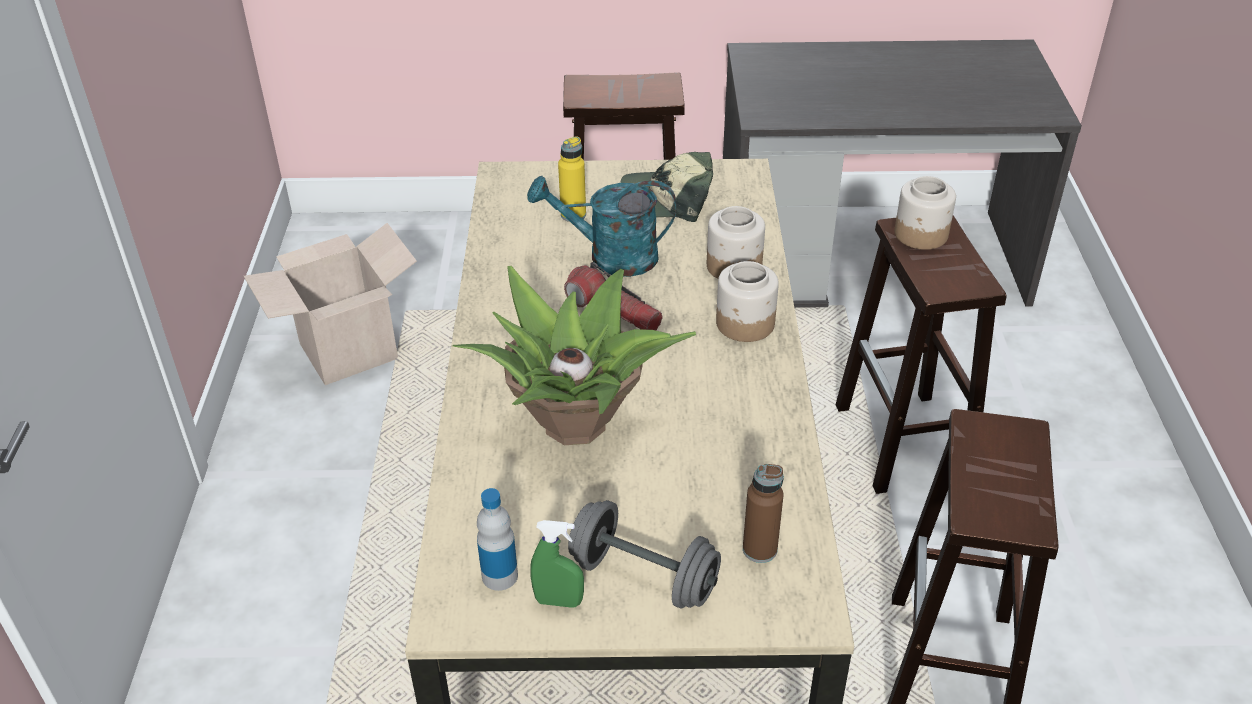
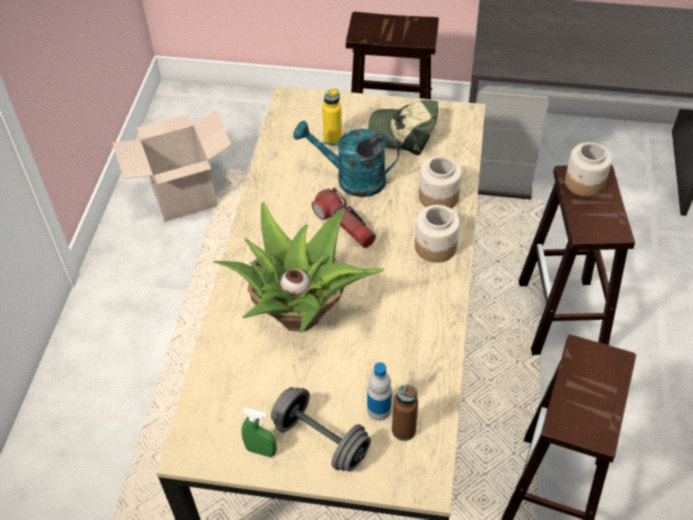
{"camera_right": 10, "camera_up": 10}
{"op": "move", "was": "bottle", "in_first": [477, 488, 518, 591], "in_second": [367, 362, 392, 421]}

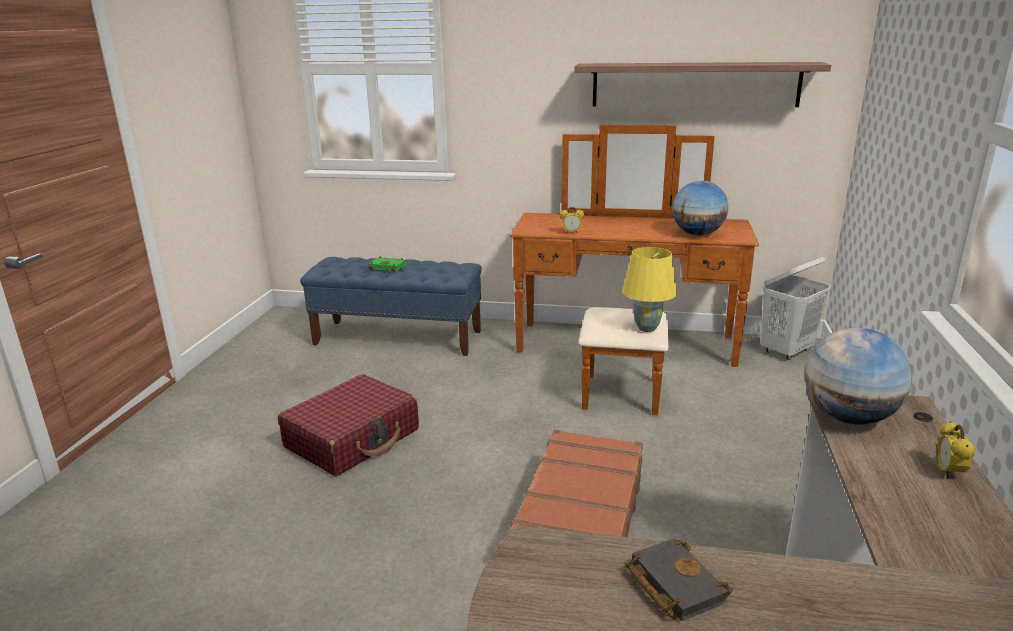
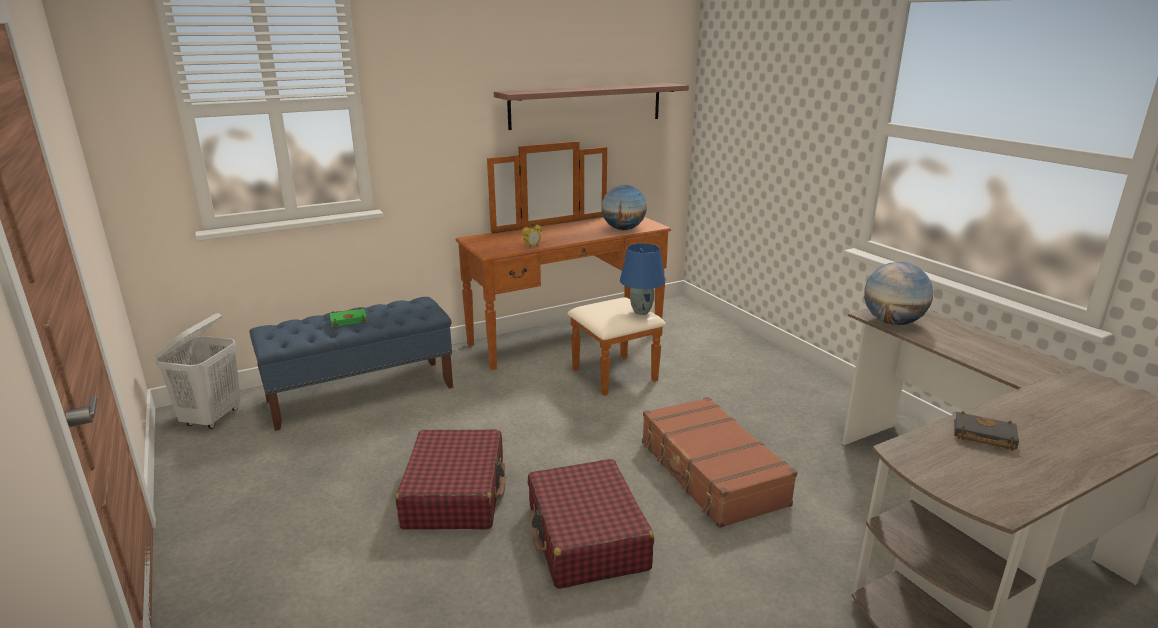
{"camera_right": -40, "camera_up": 0}
{"op": "delete", "was": "alarm clock", "in_first": [937, 422, 975, 478]}
{"op": "insert", "now": "suitcase (red)", "in_second": [528, 459, 654, 589]}
{"op": "move", "was": "laundry basket (white)", "in_first": [761, 257, 830, 360], "in_second": [155, 313, 241, 429]}
{"op": "recolor", "was": "table lamp (yellow)", "now": "table lamp (blue)", "in_first": [622, 247, 677, 332], "in_second": [620, 243, 665, 315]}

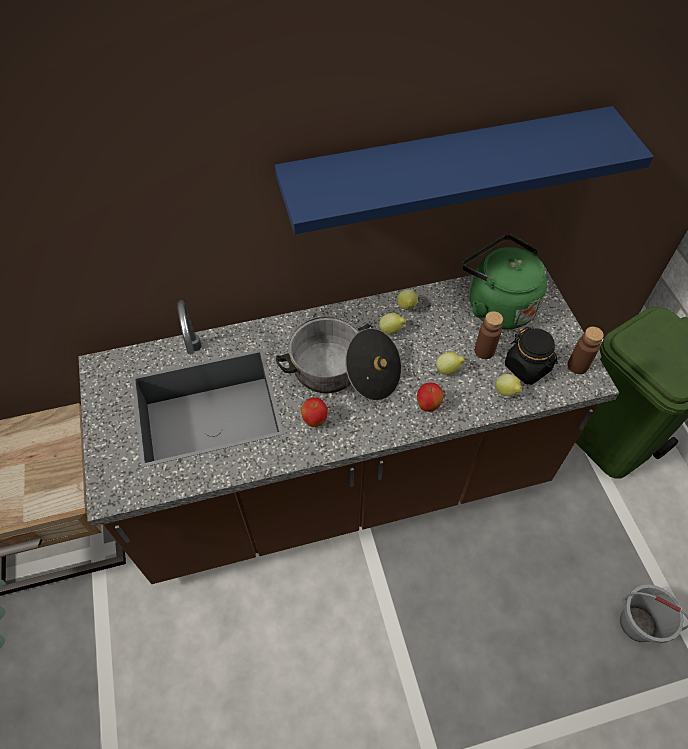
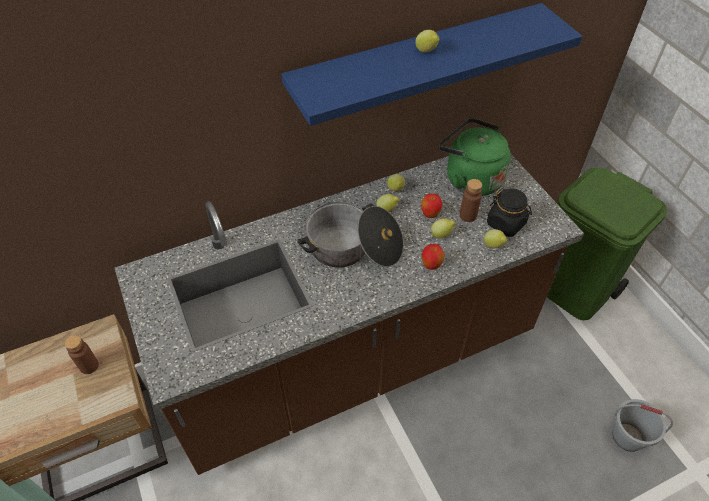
{"camera_right": -10, "camera_up": -5}
{"op": "insert", "now": "lemon", "in_second": [415, 30, 439, 53]}
{"op": "move", "was": "apple", "in_first": [301, 397, 328, 427], "in_second": [421, 193, 443, 218]}
{"op": "move", "was": "bottle (brown)", "in_first": [568, 327, 604, 374], "in_second": [65, 335, 99, 374]}

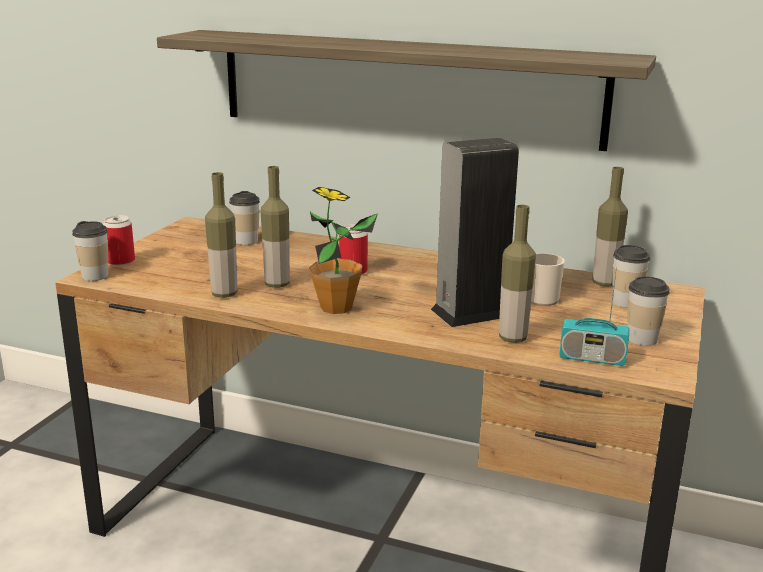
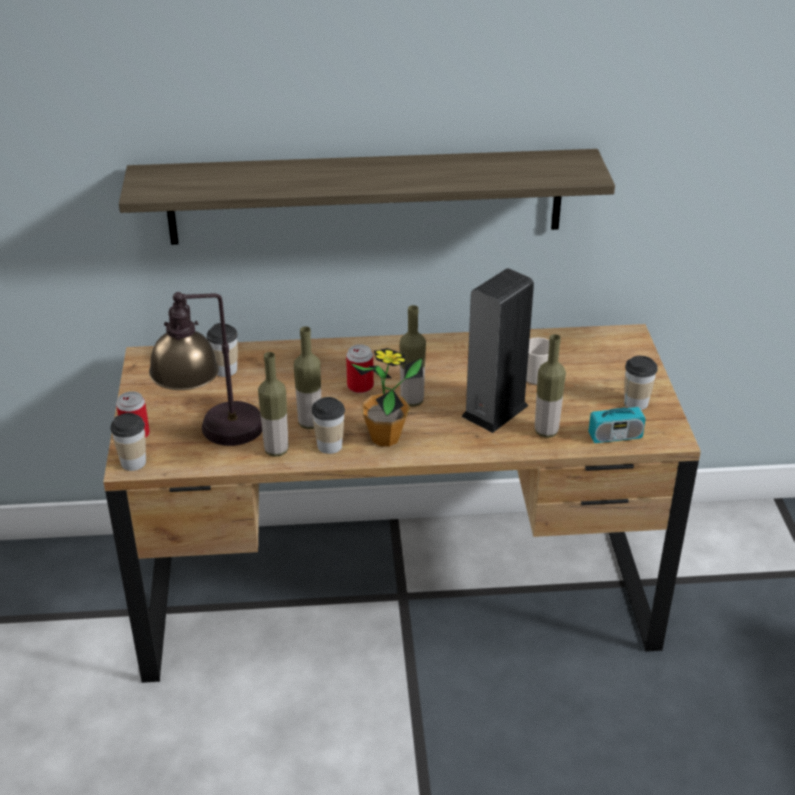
{"camera_right": -25, "camera_up": 15}
{"op": "insert", "now": "table lamp", "in_second": [149, 292, 262, 446]}
{"op": "move", "was": "bottle", "in_first": [592, 167, 628, 287], "in_second": [400, 305, 426, 407]}
{"op": "move", "was": "cup", "in_first": [612, 245, 650, 308], "in_second": [312, 397, 345, 454]}

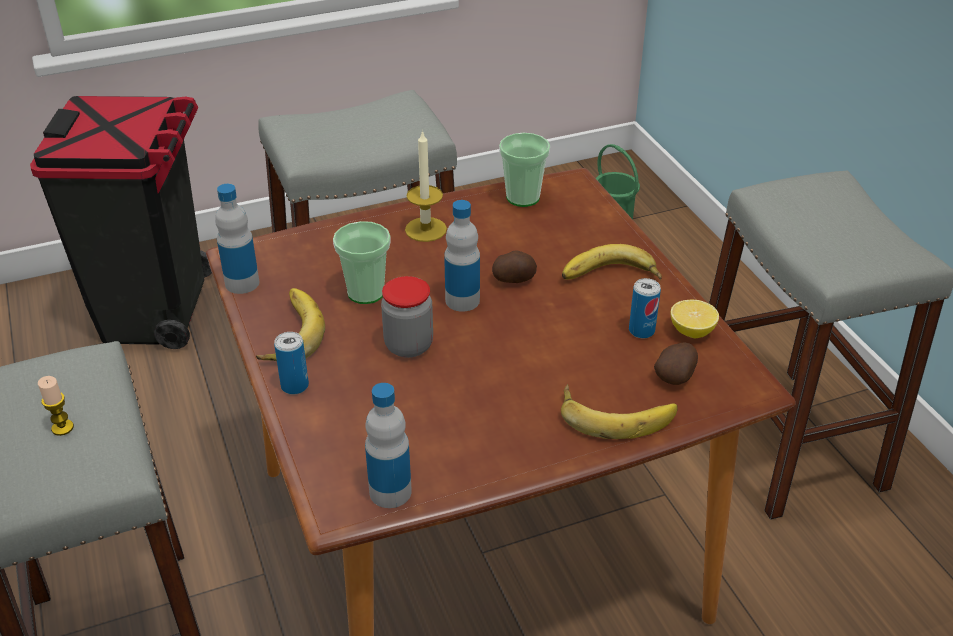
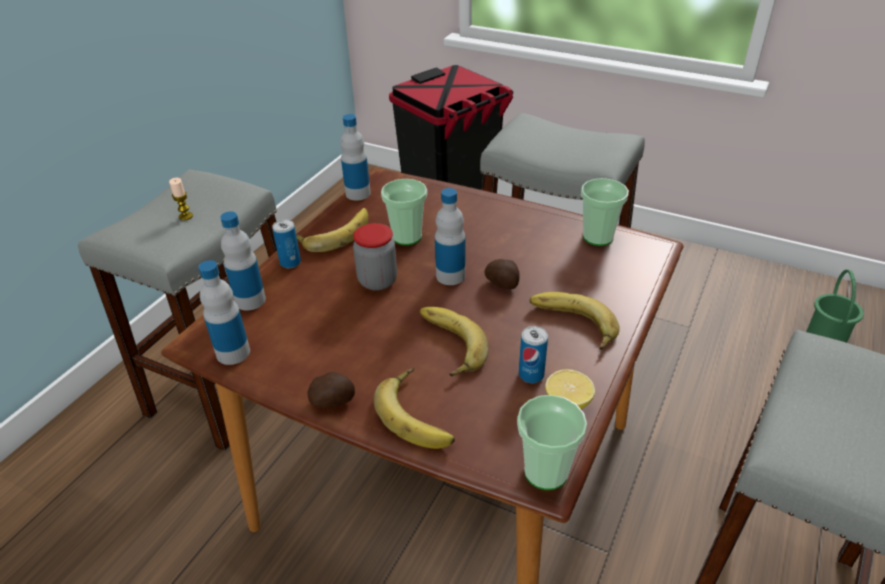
{"camera_right": 50, "camera_up": 0}
{"op": "delete", "was": "candle", "in_first": [405, 130, 447, 242]}
{"op": "insert", "now": "bottle", "in_second": [220, 211, 266, 311]}
{"op": "insert", "now": "banana", "in_second": [420, 307, 489, 376]}
{"op": "insert", "now": "cup", "in_second": [517, 395, 587, 490]}
{"op": "move", "was": "potato", "in_first": [654, 342, 698, 385], "in_second": [308, 372, 355, 408]}

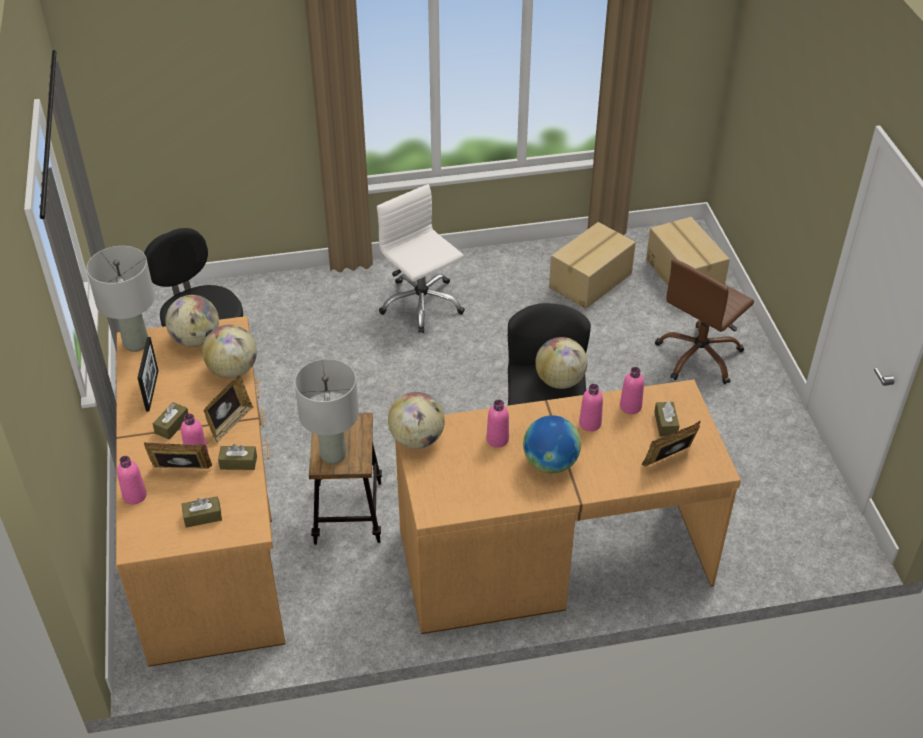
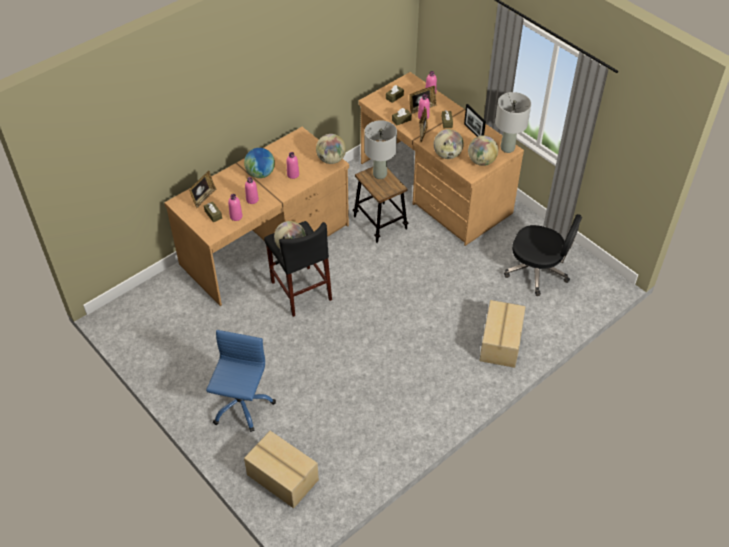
{"camera_right": 150, "camera_up": 5}
{"op": "delete", "was": "office chair (white)", "in_first": [377, 184, 465, 333]}
{"op": "move", "was": "cardboard box", "in_first": [549, 222, 636, 309], "in_second": [479, 300, 526, 368]}
{"op": "recolor", "was": "office chair (brown)", "now": "office chair (blue)", "in_first": [655, 259, 754, 384], "in_second": [206, 330, 276, 432]}

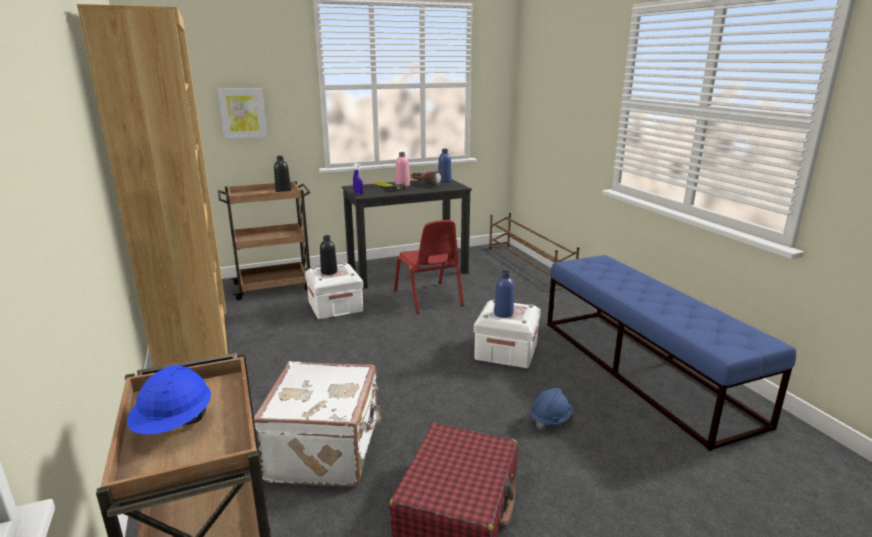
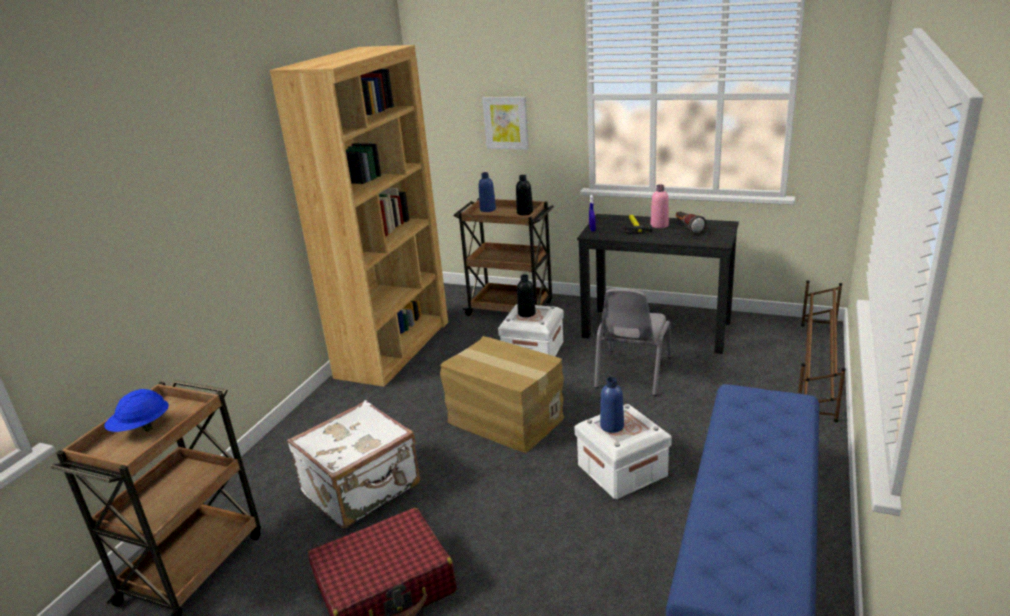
{"camera_right": 45, "camera_up": 5}
{"op": "delete", "was": "hard hat (blue)", "in_first": [530, 388, 574, 430]}
{"op": "insert", "now": "cardboard box", "in_second": [440, 336, 564, 453]}
{"op": "move", "was": "bottle (blue)", "in_first": [438, 149, 452, 183], "in_second": [479, 172, 496, 212]}
{"op": "recolor", "was": "chair (red)", "now": "chair (grey)", "in_first": [394, 220, 464, 314], "in_second": [594, 289, 672, 396]}

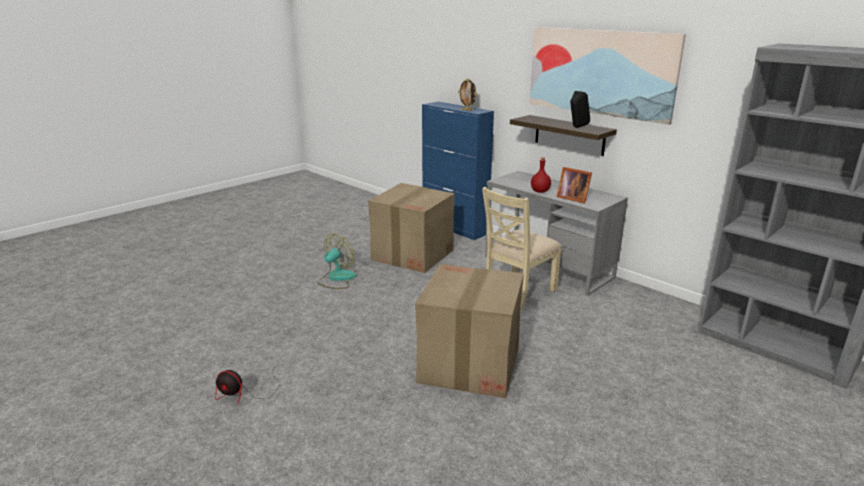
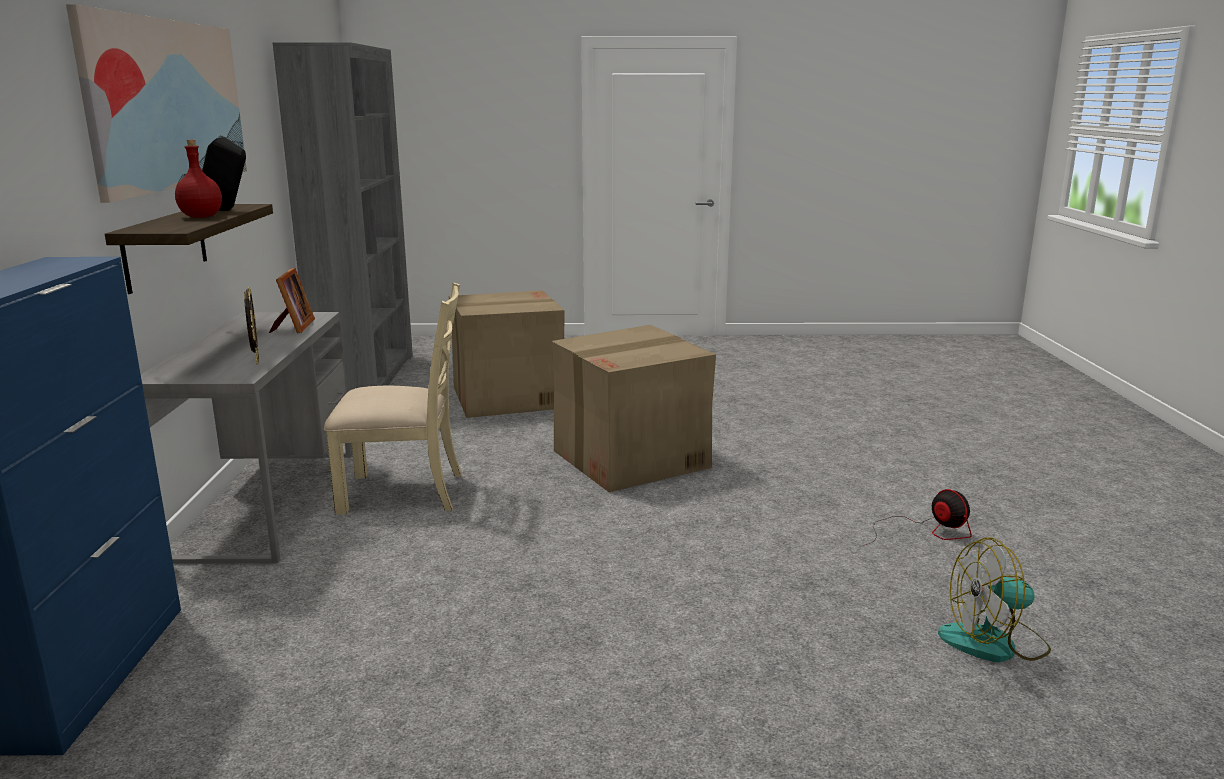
{"camera_right": -135, "camera_up": -5}
{"op": "move", "was": "fan", "in_first": [318, 234, 357, 289], "in_second": [938, 538, 1051, 663]}
{"op": "move", "was": "cardboard box", "in_first": [368, 183, 455, 273], "in_second": [449, 290, 565, 418]}
{"op": "move", "was": "picture frame", "in_first": [458, 78, 477, 111], "in_second": [244, 286, 259, 365]}
{"op": "move", "was": "bottle (red)", "in_first": [531, 157, 551, 193], "in_second": [175, 140, 222, 218]}

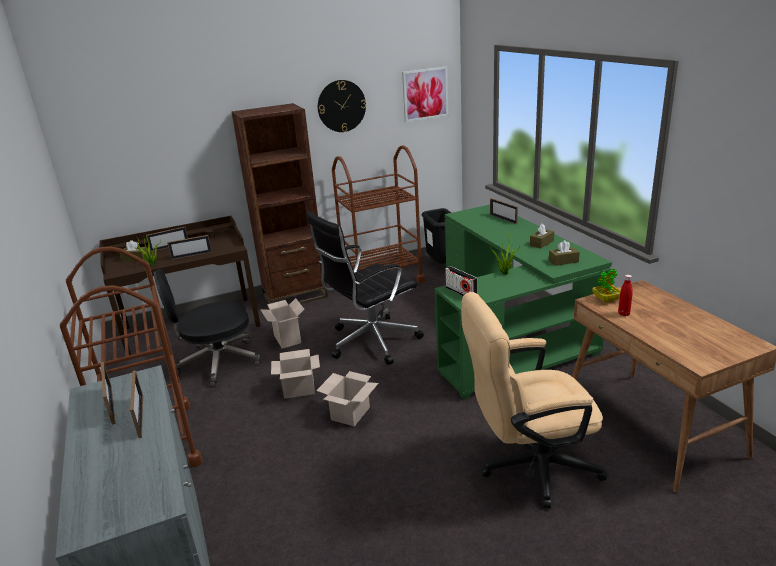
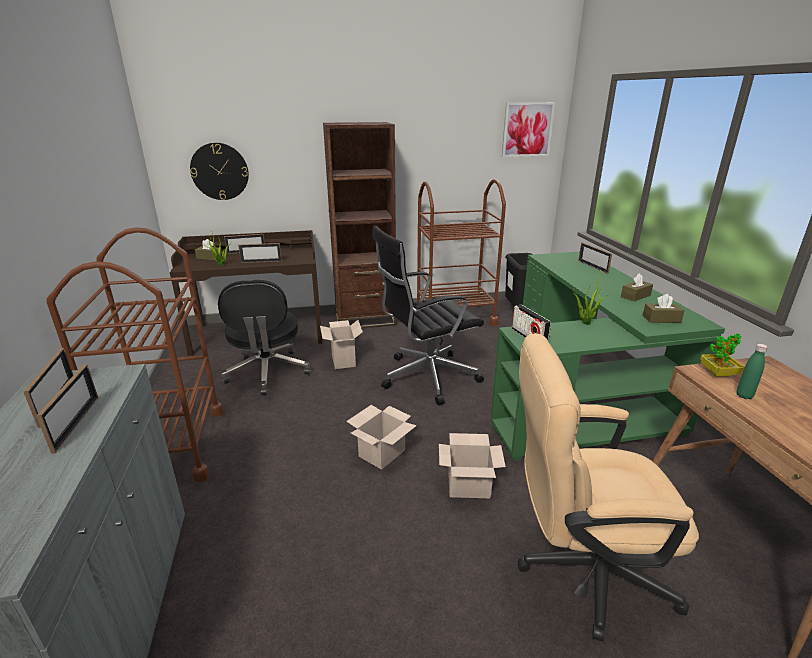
{"camera_right": 10, "camera_up": 0}
{"op": "move", "was": "cardboard box", "in_first": [271, 349, 320, 399], "in_second": [439, 433, 506, 498]}
{"op": "move", "was": "wall clock", "in_first": [318, 80, 366, 132], "in_second": [190, 143, 249, 200]}
{"op": "recolor", "was": "bottle (red)", "now": "bottle (green)", "in_first": [618, 275, 633, 316], "in_second": [736, 344, 768, 399]}
{"op": "rotate", "was": "office chair (black)", "in_first": [153, 269, 261, 387], "in_second": [218, 280, 311, 395], "clockwise": -90}

